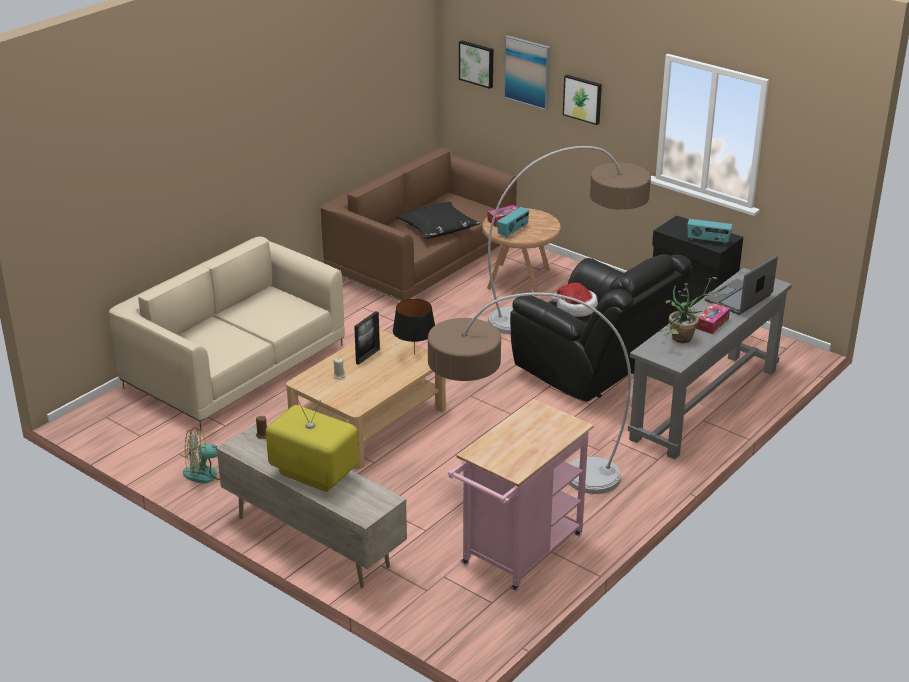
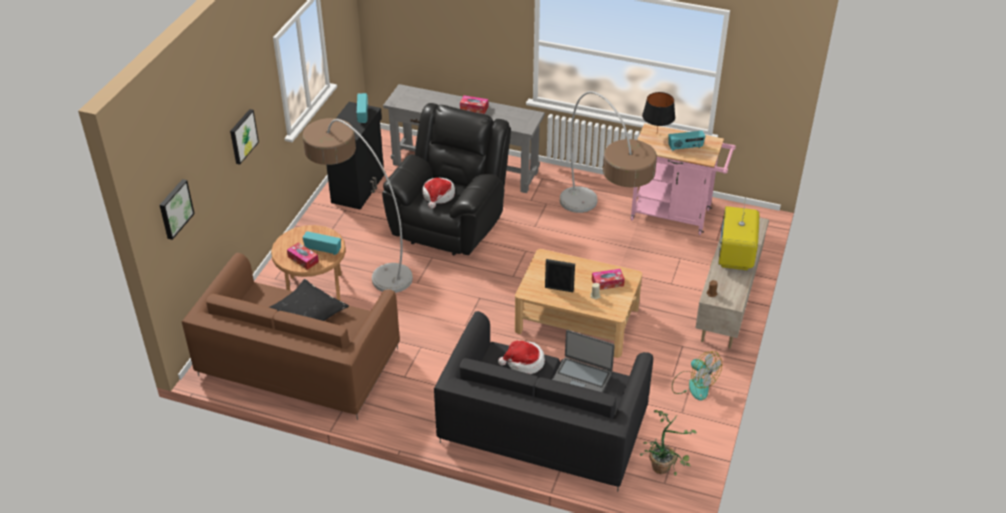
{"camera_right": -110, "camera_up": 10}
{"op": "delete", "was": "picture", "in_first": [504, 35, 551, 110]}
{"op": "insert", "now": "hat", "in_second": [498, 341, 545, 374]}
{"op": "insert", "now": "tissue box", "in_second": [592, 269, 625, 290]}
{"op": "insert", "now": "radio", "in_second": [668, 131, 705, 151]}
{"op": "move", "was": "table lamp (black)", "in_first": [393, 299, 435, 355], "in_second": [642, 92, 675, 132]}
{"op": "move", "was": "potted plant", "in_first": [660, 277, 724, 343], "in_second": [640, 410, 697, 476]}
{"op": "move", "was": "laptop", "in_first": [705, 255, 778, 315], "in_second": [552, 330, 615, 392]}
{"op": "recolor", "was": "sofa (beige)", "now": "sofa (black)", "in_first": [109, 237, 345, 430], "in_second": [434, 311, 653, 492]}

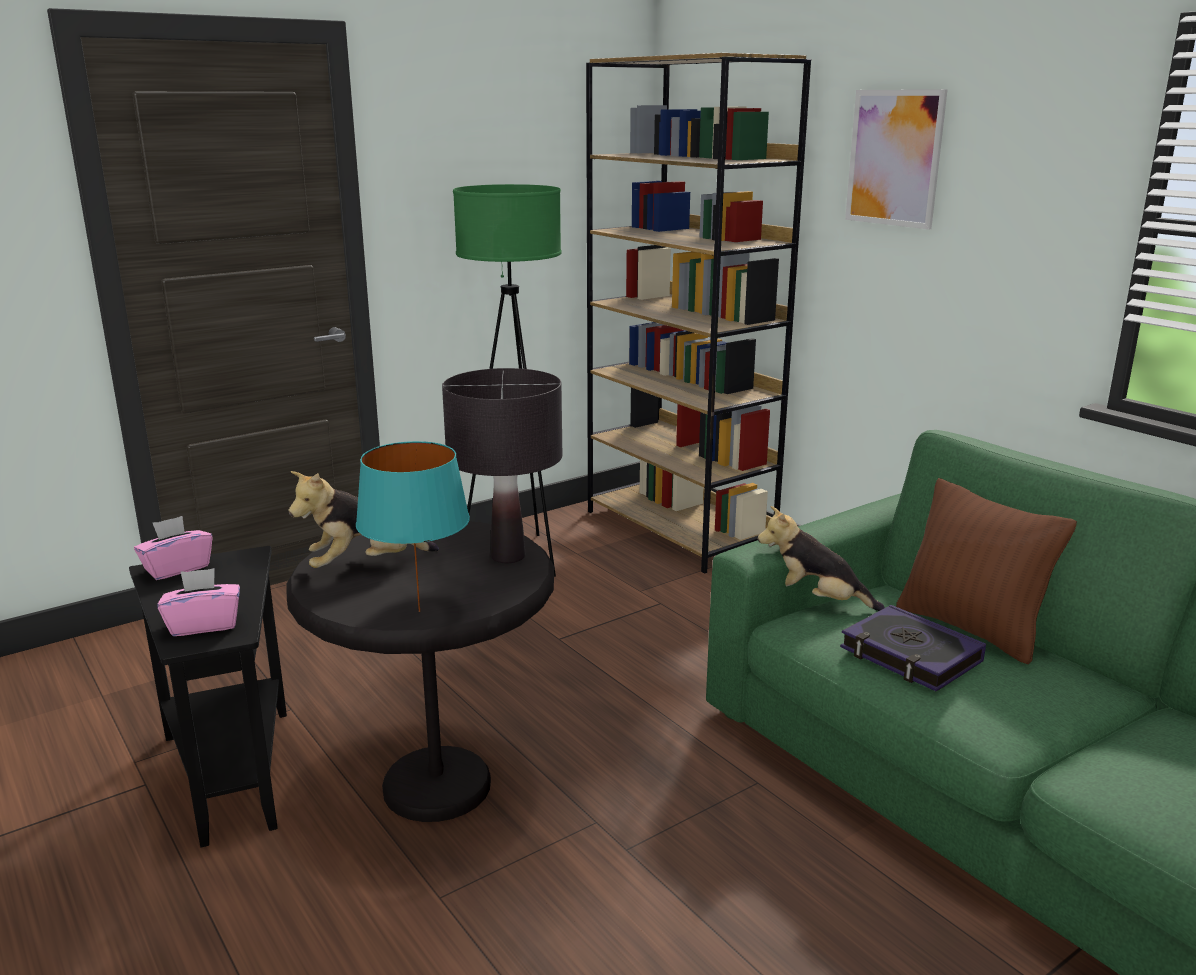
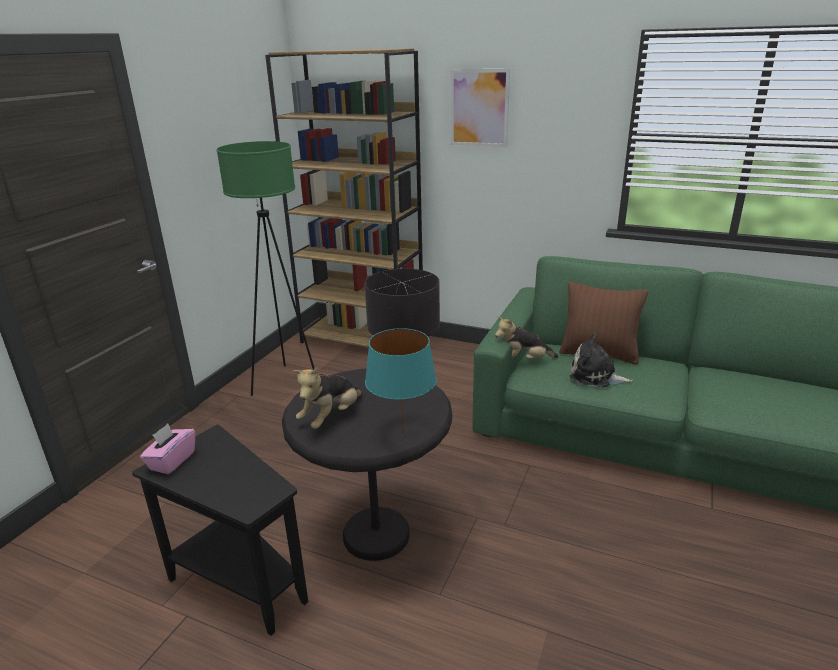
{"camera_right": -30, "camera_up": 5}
{"op": "delete", "was": "tissue box (pink)", "in_first": [158, 568, 240, 636]}
{"op": "replace", "was": "book", "now": "plush toy", "in_first": [840, 605, 986, 692], "in_second": [570, 333, 633, 388]}

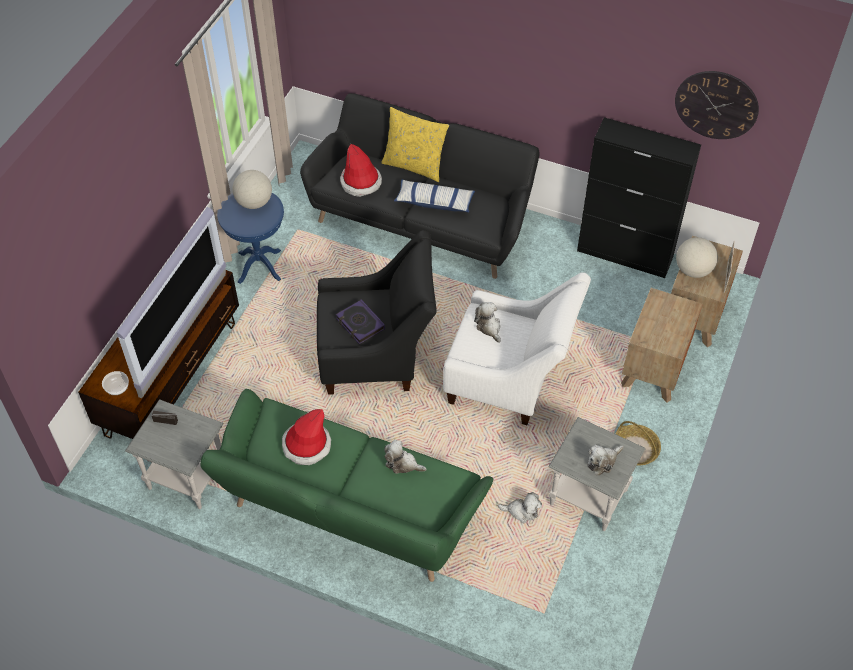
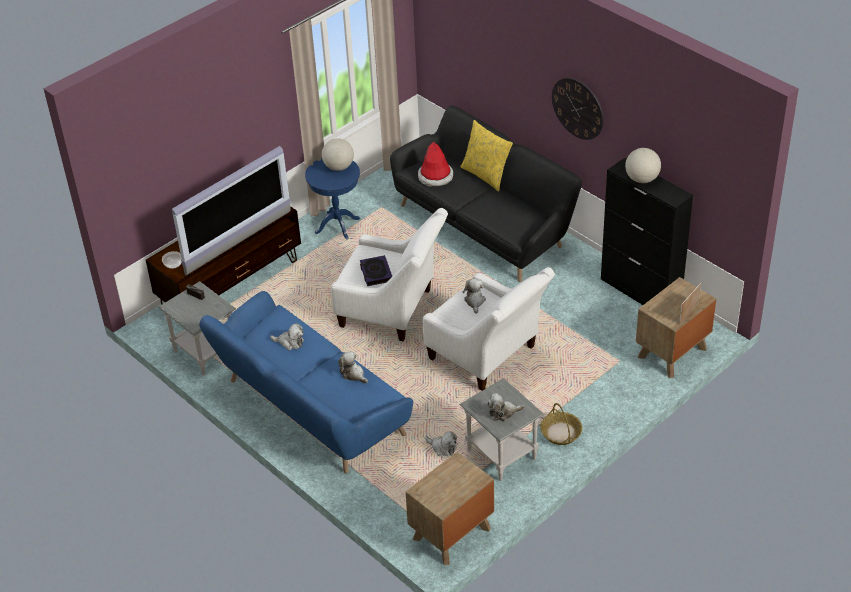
{"camera_right": 25, "camera_up": -10}
{"op": "delete", "was": "pillow", "in_first": [394, 180, 475, 213]}
{"op": "move", "was": "nightstand (brown)", "in_first": [621, 288, 703, 402], "in_second": [405, 452, 494, 565]}
{"op": "move", "was": "wall clock", "in_first": [675, 71, 759, 139], "in_second": [552, 78, 604, 140]}
{"op": "move", "was": "globe", "in_first": [676, 237, 718, 278], "in_second": [625, 148, 661, 183]}
{"op": "replace", "was": "hat", "now": "plush toy", "in_first": [282, 409, 331, 465], "in_second": [270, 323, 304, 351]}
{"op": "recolor", "was": "sofa (green)", "now": "sofa (blue)", "in_first": [200, 389, 493, 582], "in_second": [199, 291, 413, 473]}
{"op": "recolor", "was": "armchair (black)", "now": "armchair (white)", "in_first": [317, 230, 437, 395], "in_second": [331, 208, 448, 341]}

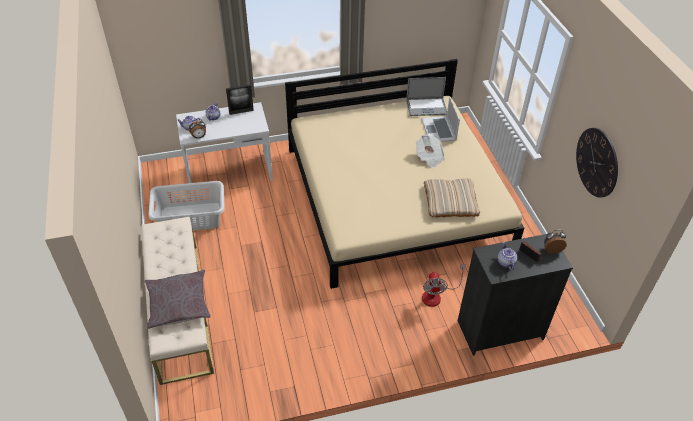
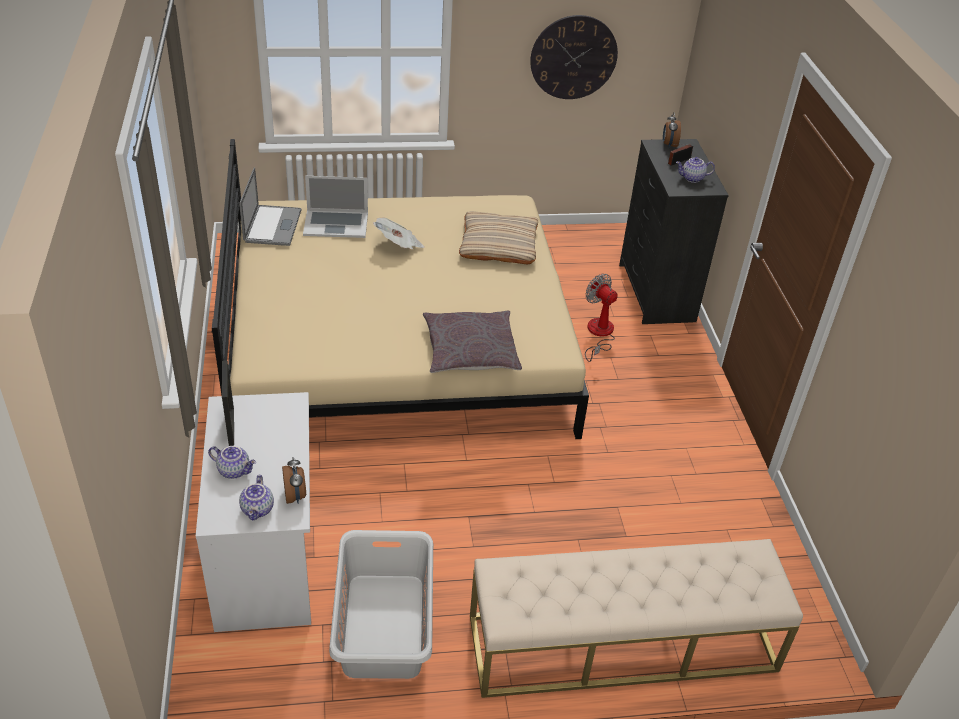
{"camera_right": -85, "camera_up": -5}
{"op": "move", "was": "pillow (grey)", "in_first": [145, 270, 211, 329], "in_second": [423, 311, 522, 373]}
{"op": "rotate", "was": "fan", "in_first": [422, 265, 466, 307], "in_second": [585, 274, 618, 362], "clockwise": -135}

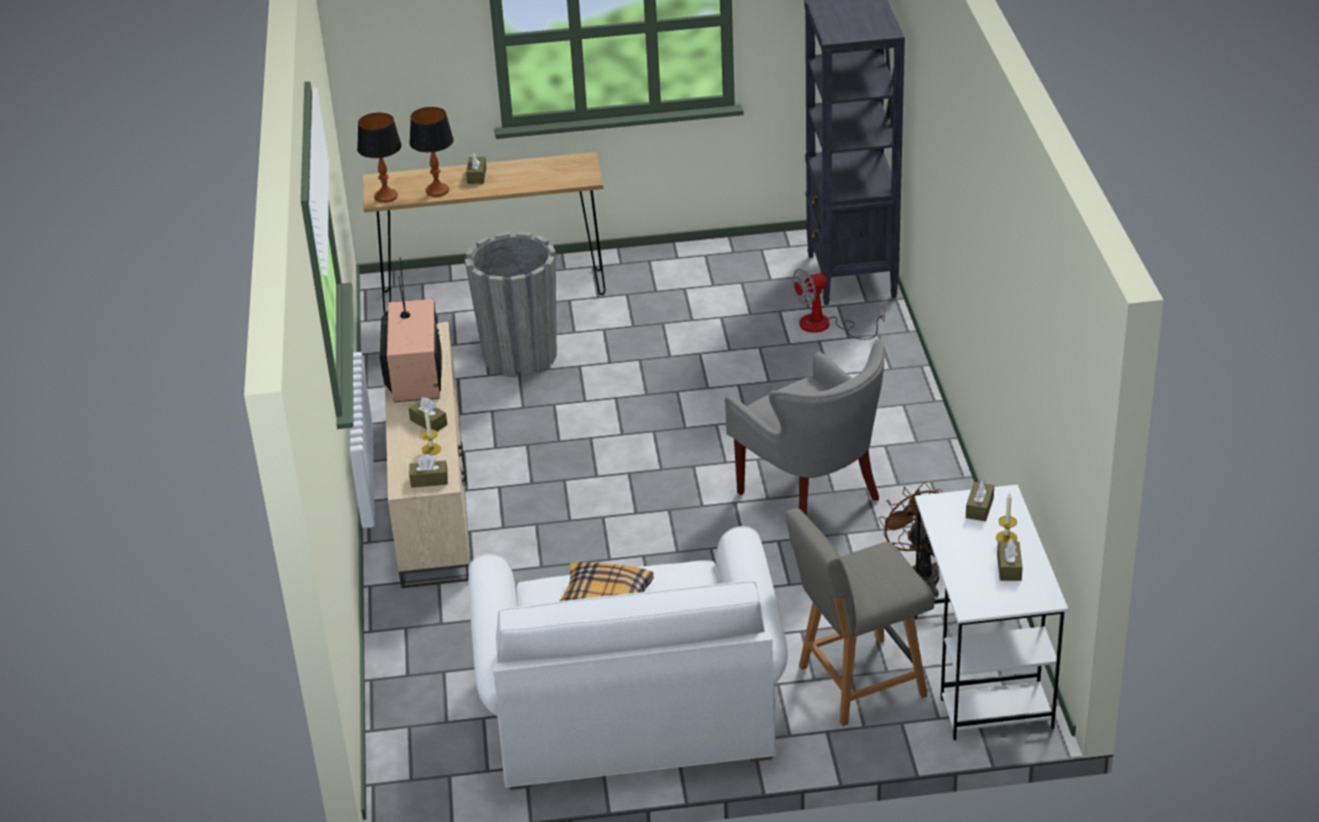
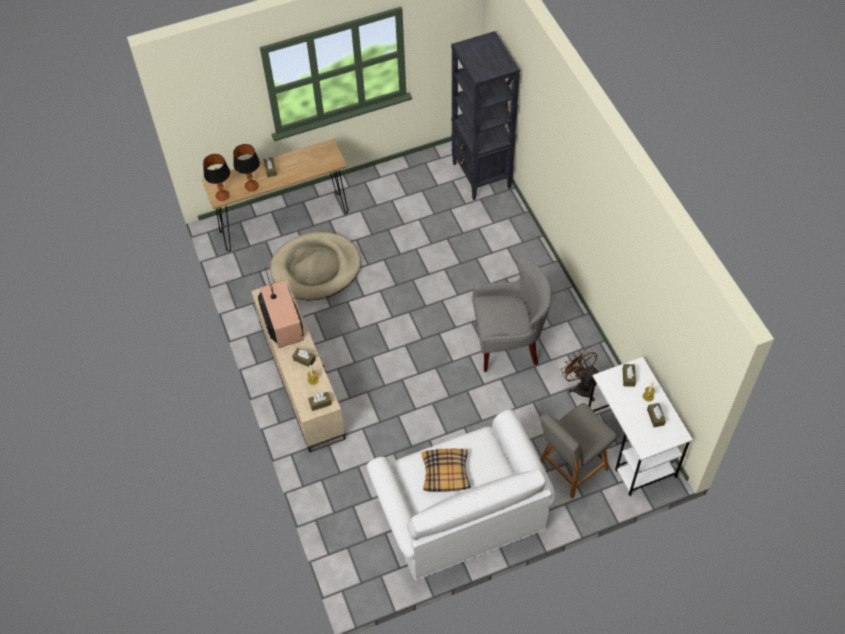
{"camera_right": -15, "camera_up": 20}
{"op": "delete", "was": "fan", "in_first": [792, 269, 885, 340]}
{"op": "replace", "was": "planter (grey)", "now": "dog bed (beige)", "in_first": [465, 232, 557, 378], "in_second": [270, 232, 361, 300]}
{"op": "rotate", "was": "armchair (grey)", "in_first": [725, 339, 885, 516], "in_second": [472, 257, 552, 372], "clockwise": -45}

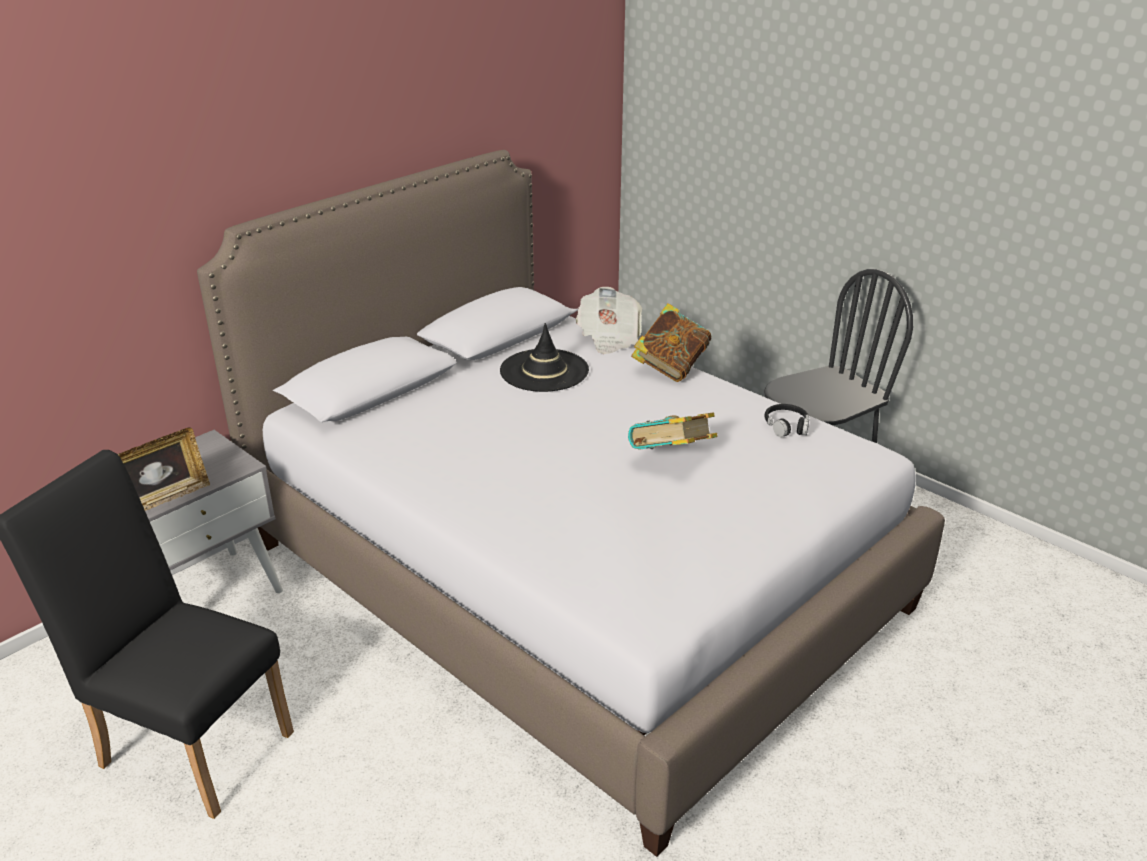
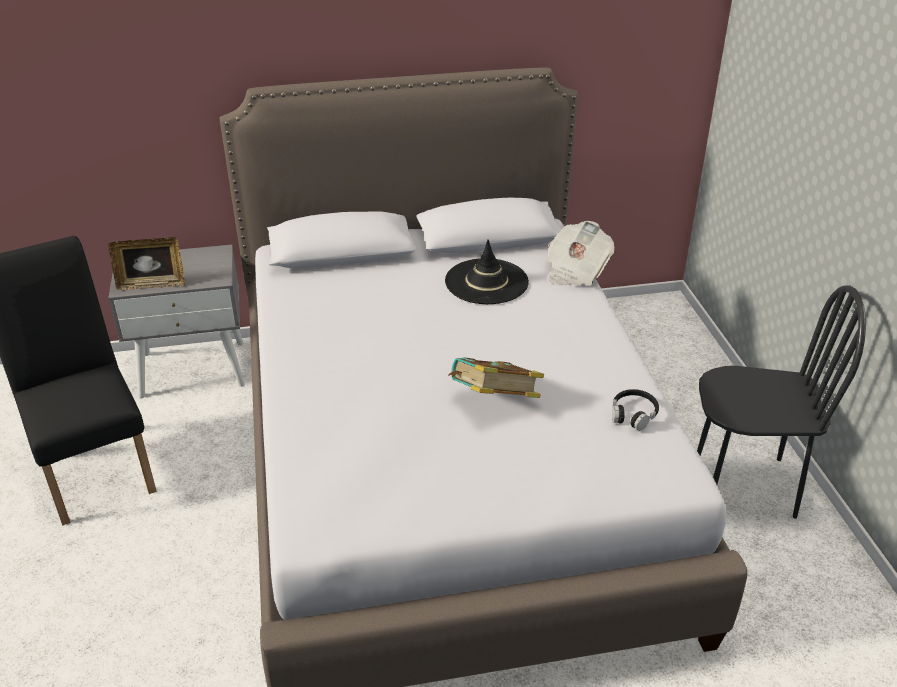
{"camera_right": 35, "camera_up": 5}
{"op": "delete", "was": "book", "in_first": [631, 303, 711, 382]}

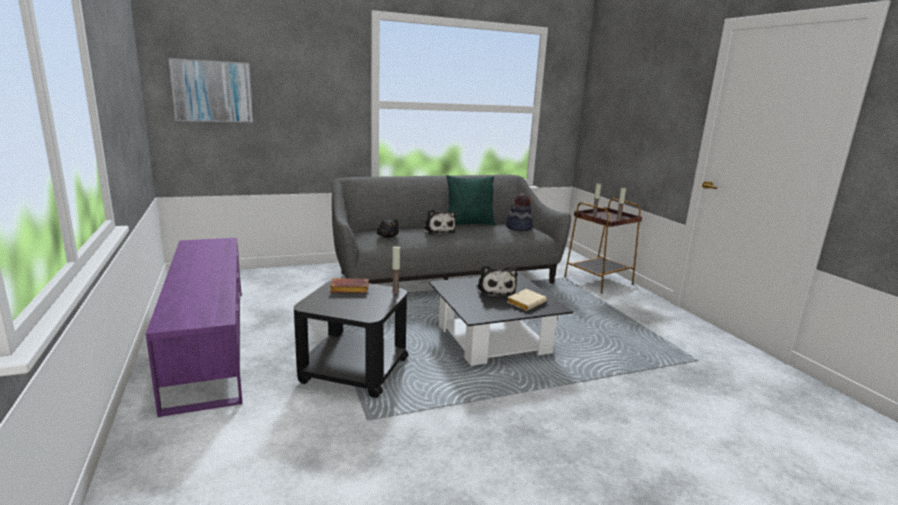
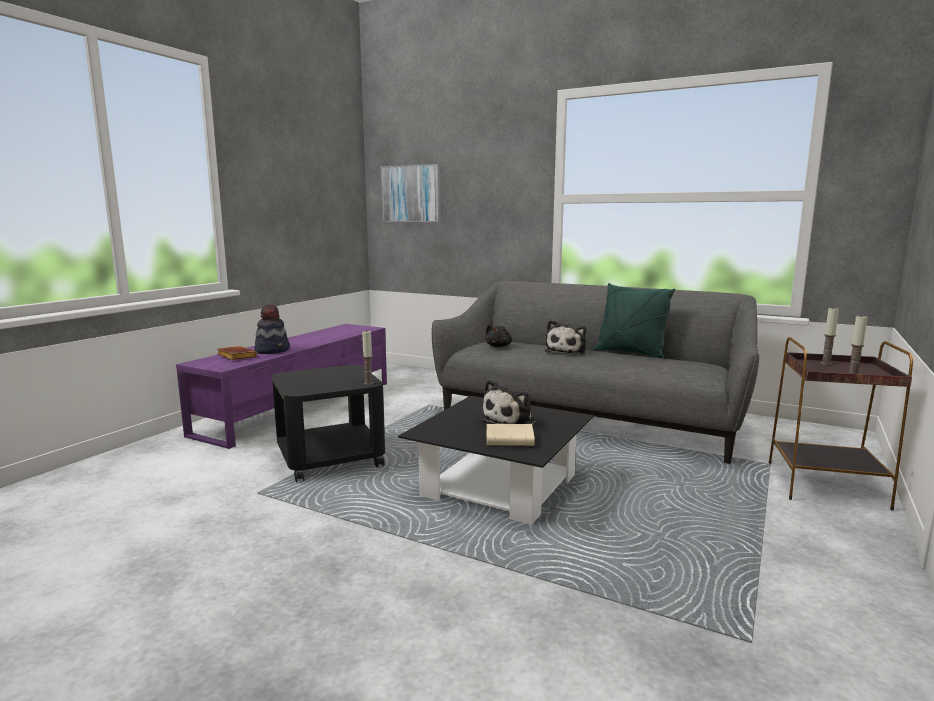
{"camera_right": 50, "camera_up": -5}
{"op": "move", "was": "book (brown)", "in_first": [330, 278, 369, 293], "in_second": [217, 346, 257, 360]}
{"op": "move", "was": "hat", "in_first": [506, 194, 533, 231], "in_second": [254, 304, 290, 354]}

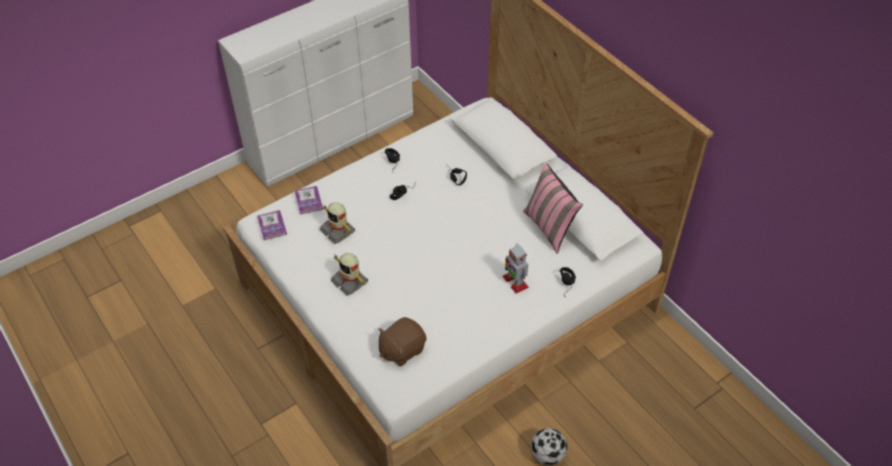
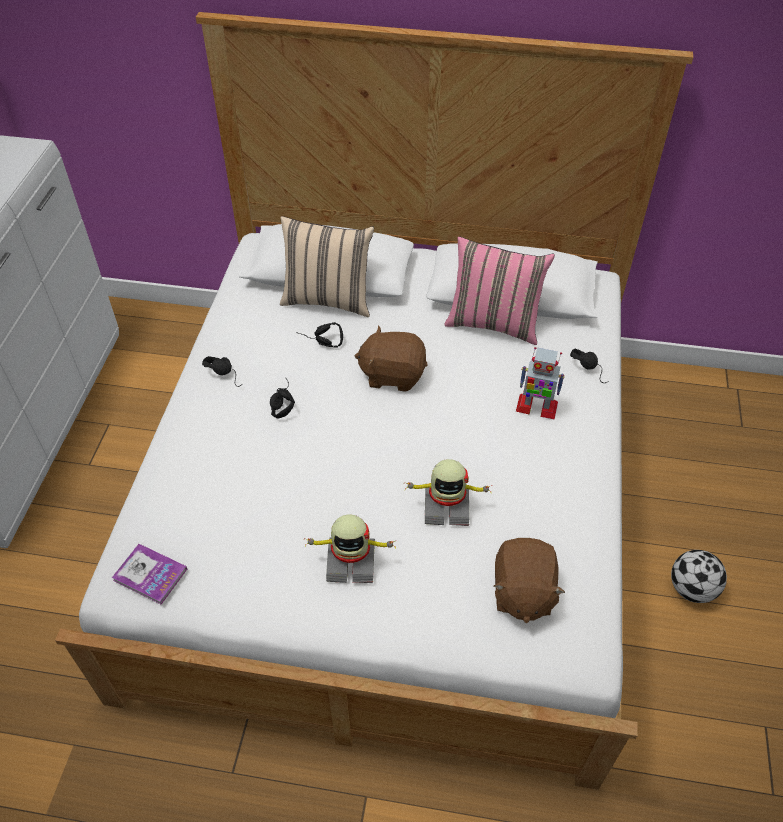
{"camera_right": -45, "camera_up": 0}
{"op": "delete", "was": "book", "in_first": [295, 186, 323, 215]}
{"op": "insert", "now": "pillow (beige)", "in_second": [280, 216, 374, 317]}
{"op": "insert", "now": "plush toy (brown)", "in_second": [355, 325, 427, 392]}
{"op": "move", "was": "toy robot", "in_first": [319, 202, 355, 244], "in_second": [404, 459, 491, 526]}

